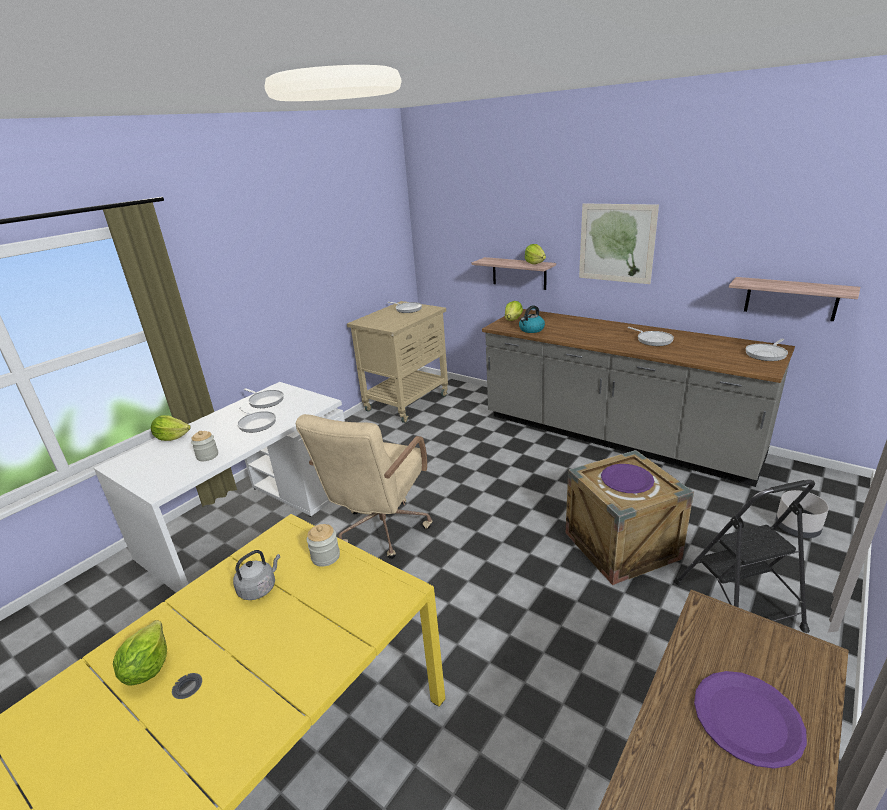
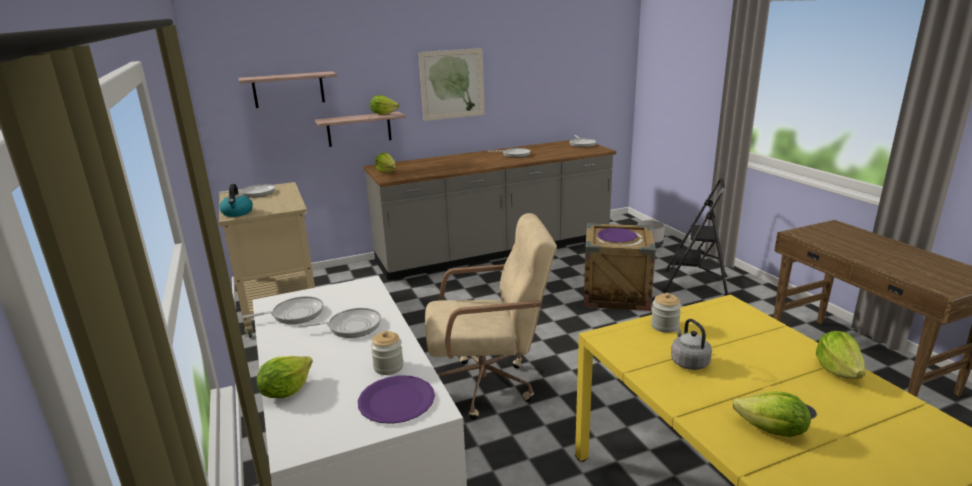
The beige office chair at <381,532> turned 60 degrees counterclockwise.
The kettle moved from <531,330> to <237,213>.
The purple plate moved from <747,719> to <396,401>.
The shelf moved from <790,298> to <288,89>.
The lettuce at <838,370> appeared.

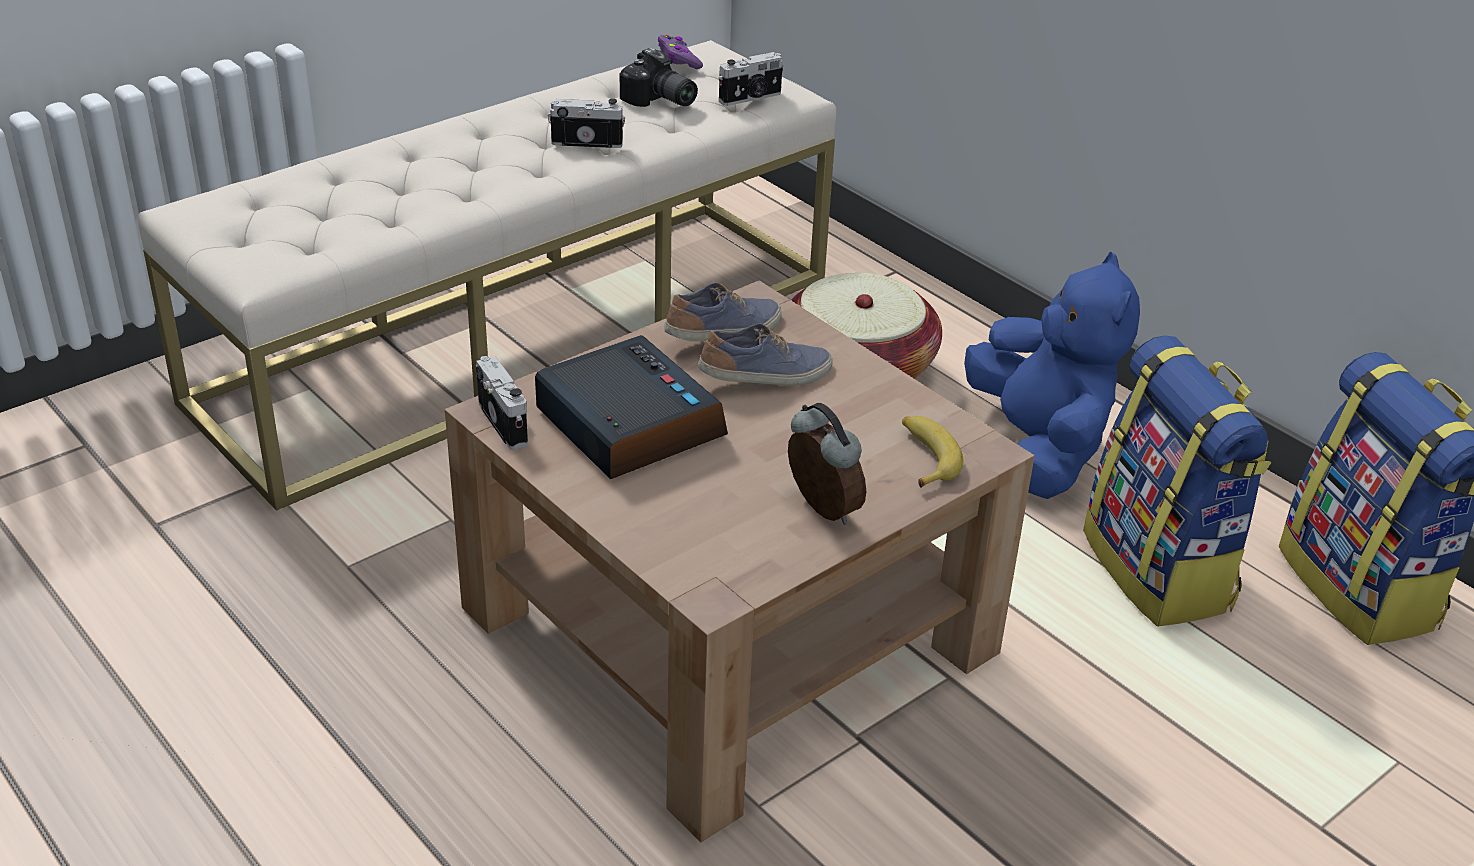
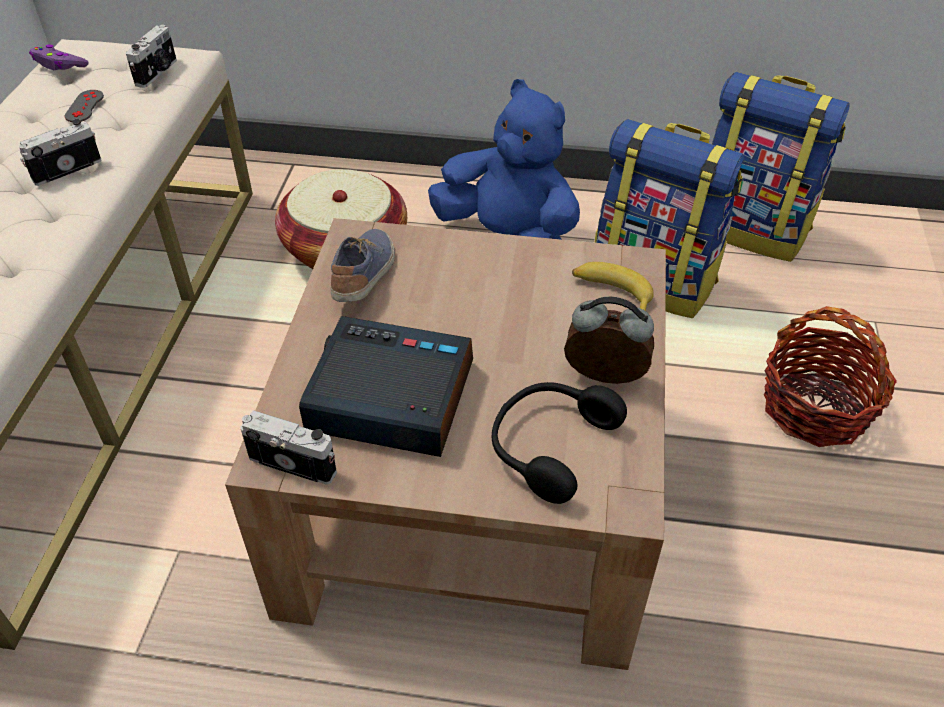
The photo camera at <659,101> was replaced by the grey game controller at <84,106>.
The shoe at <766,378> disappeared.
The black headphones at <549,445> appeared.
The basket at <815,408> appeared.

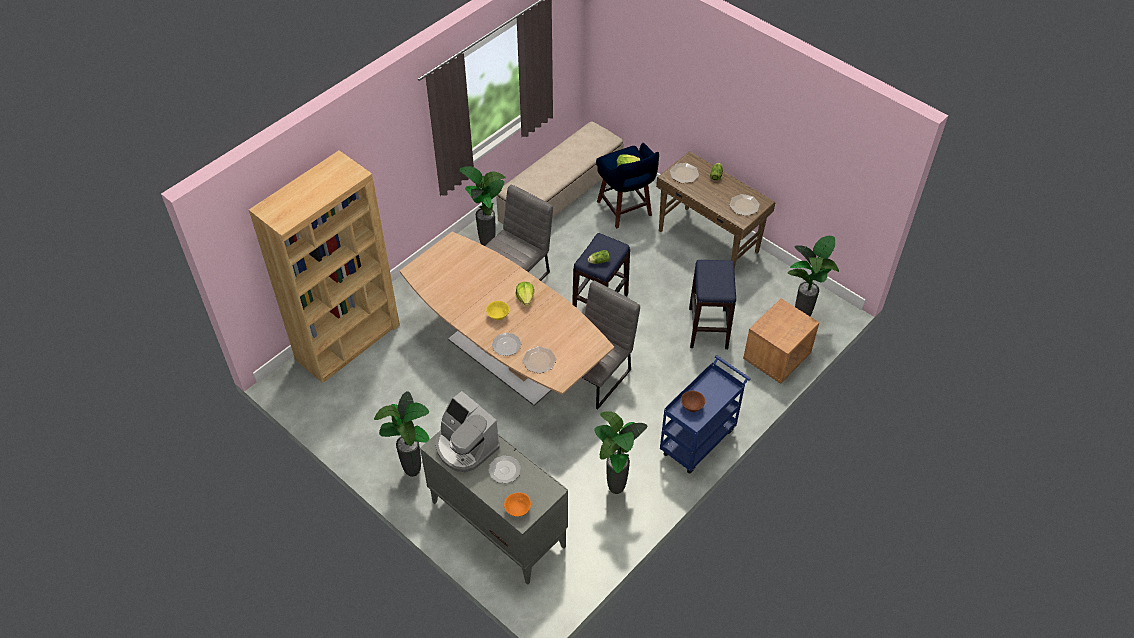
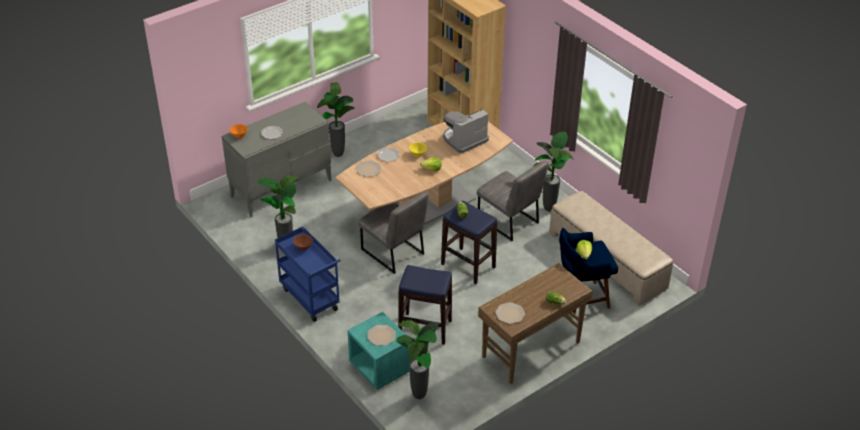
The coffee machine moved from <465,446> to <464,140>.
The plate moved from <684,173> to <381,336>.
The brown nightstand at <776,358> became the turquoise nightstand at <379,367>.

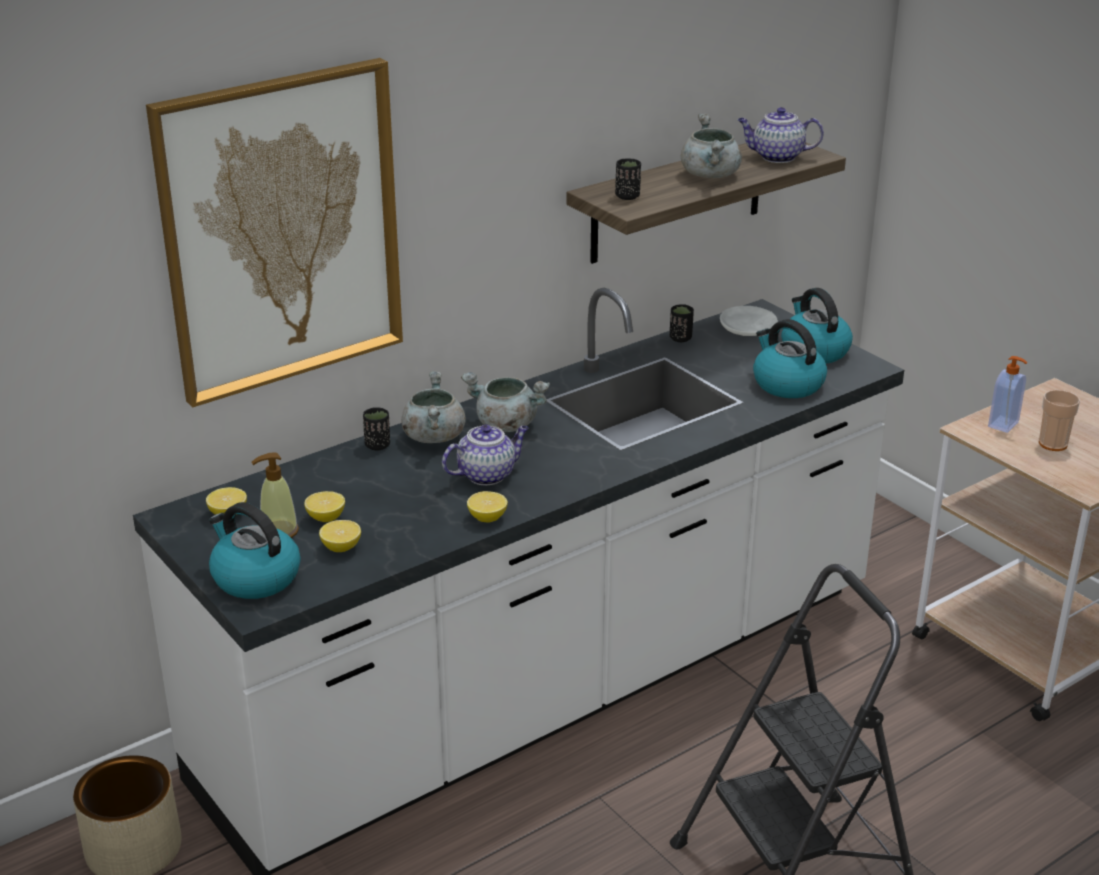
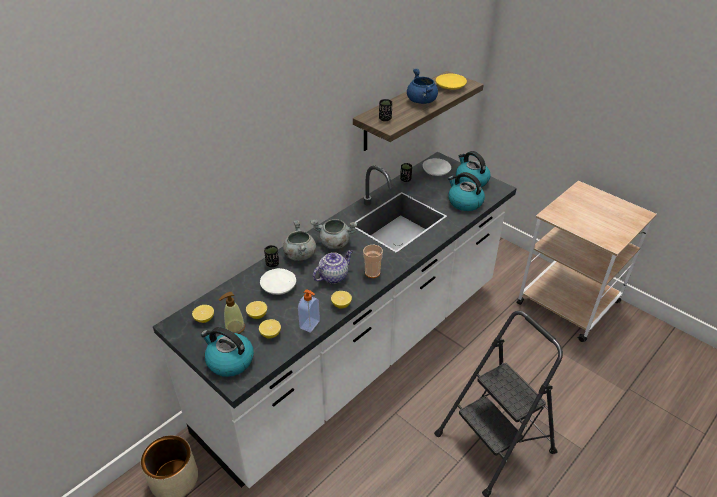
The picture at <282,231> disappeared.
The grey cooking pot at <711,175> became the blue cooking pot at <422,101>.
The teapot at <776,157> was replaced by the yellow plate at <450,86>.
The soap dispenser moved from <1004,425> to <310,325>.
The cup moved from <1053,444> to <372,273>.
The white plate at <279,286> appeared.

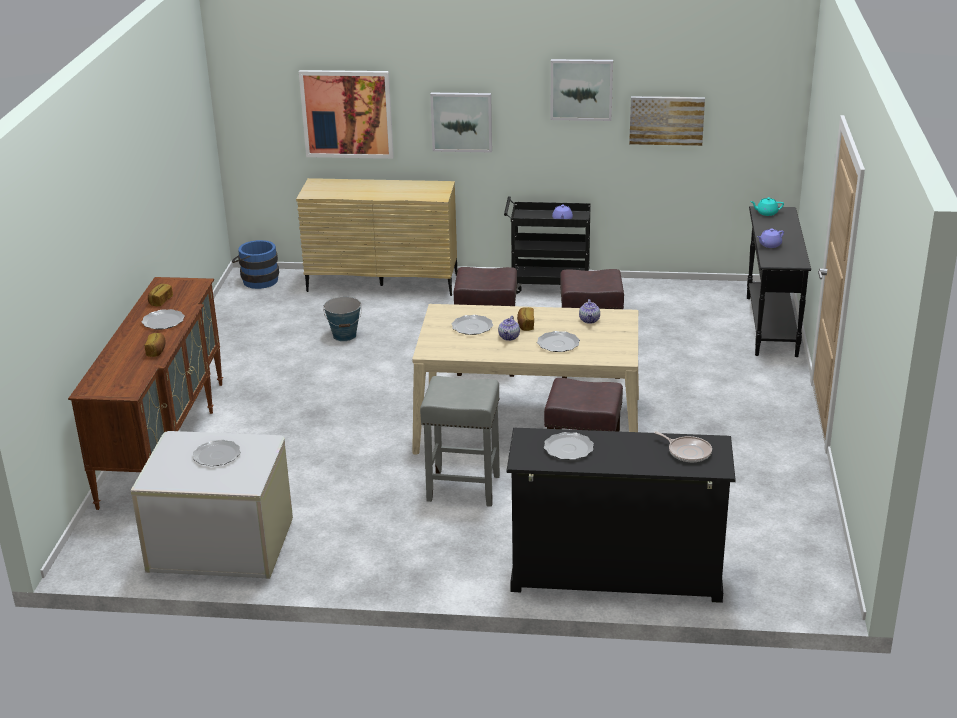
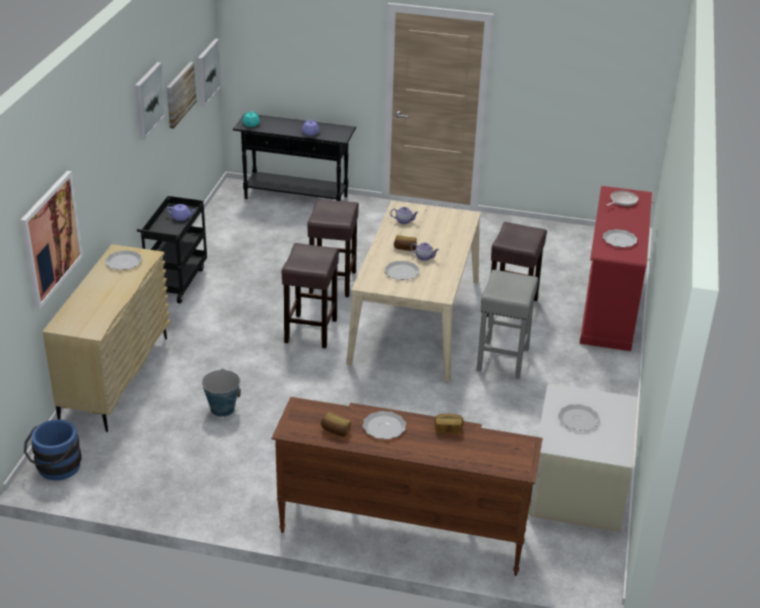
The picture moved from <461,121> to <208,72>.
The black cabinet at <615,574> became the red cabinet at <609,307>.
The plate moved from <558,343> to <123,262>.

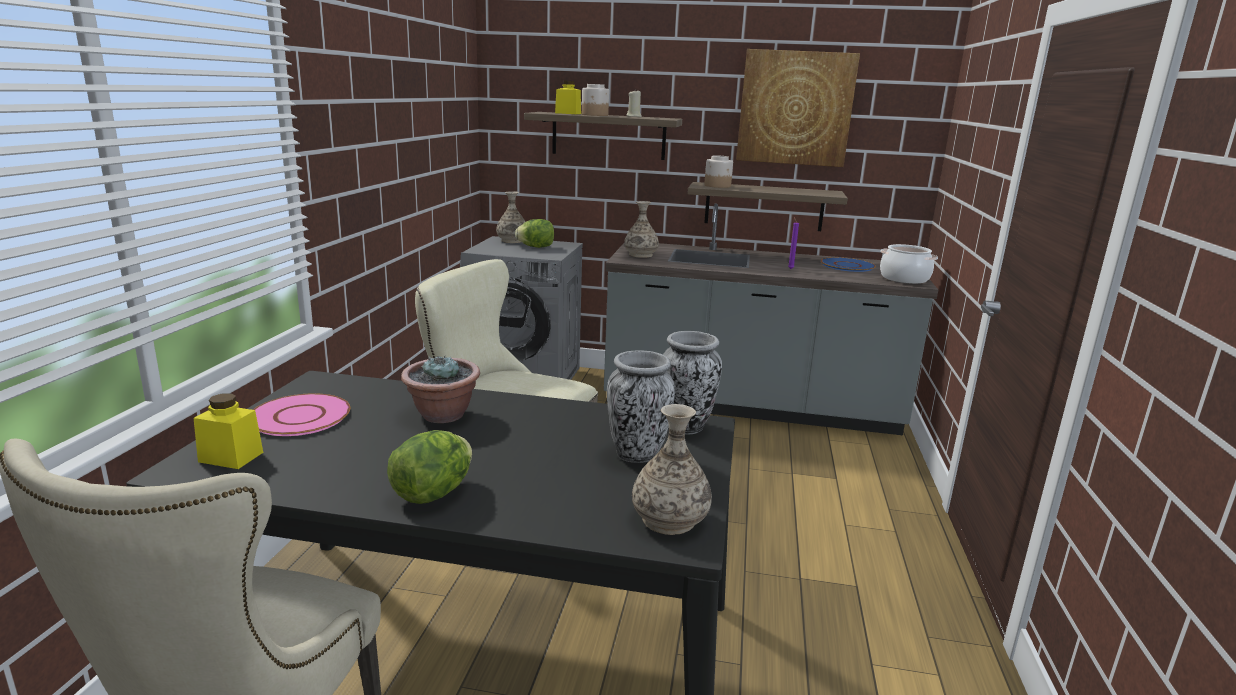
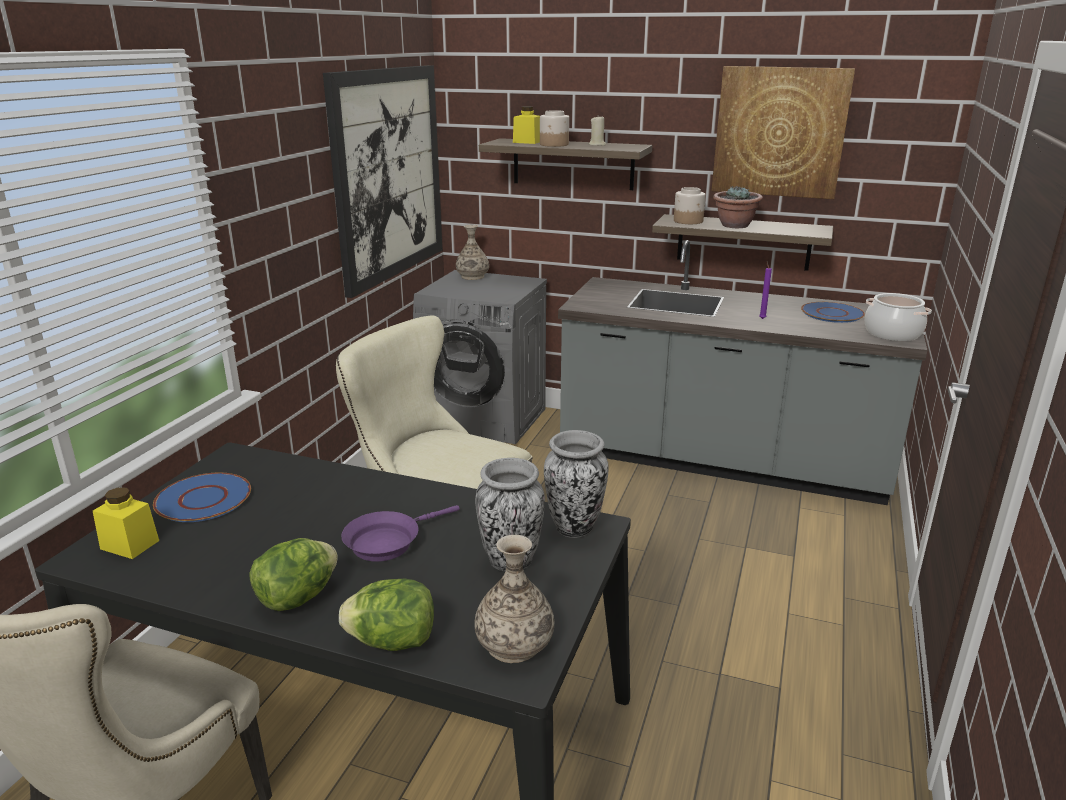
The pink plate at <300,416> became the blue plate at <204,499>.
The potted plant moved from <442,415> to <735,225>.
The lettuce moved from <536,247> to <392,641>.
The vase at <640,255> disappeared.
The picture at <388,175> appeared.
The purple frying pan at <387,542> appeared.

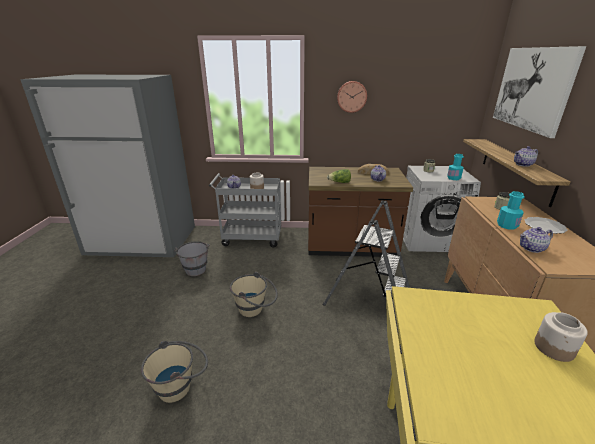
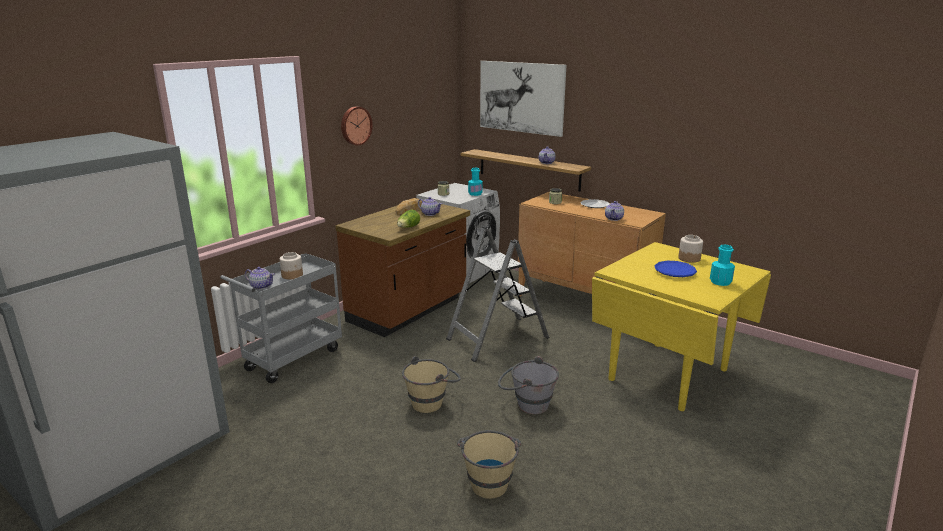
The grey bucket moved from <195,268> to <526,404>.
The turquoise bottle moved from <507,225> to <720,282>.
The blue plate at <674,272> appeared.

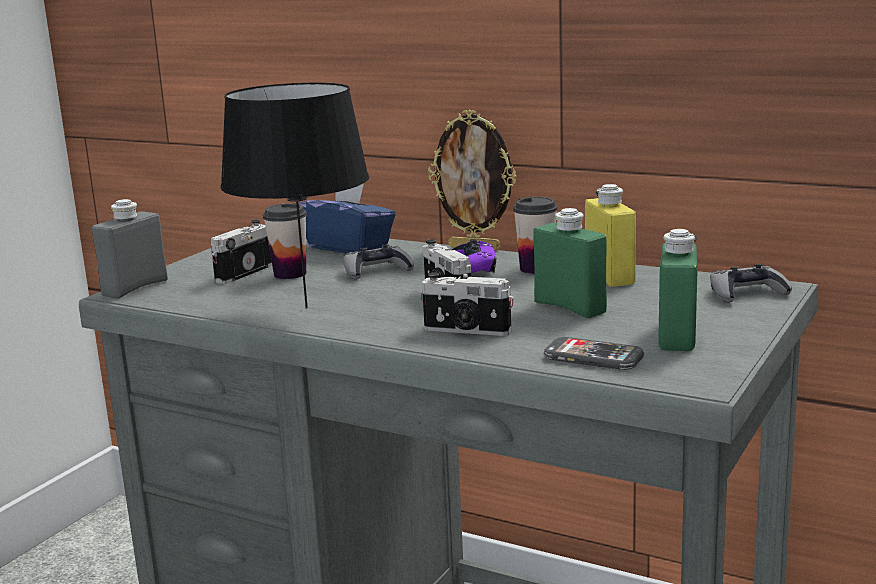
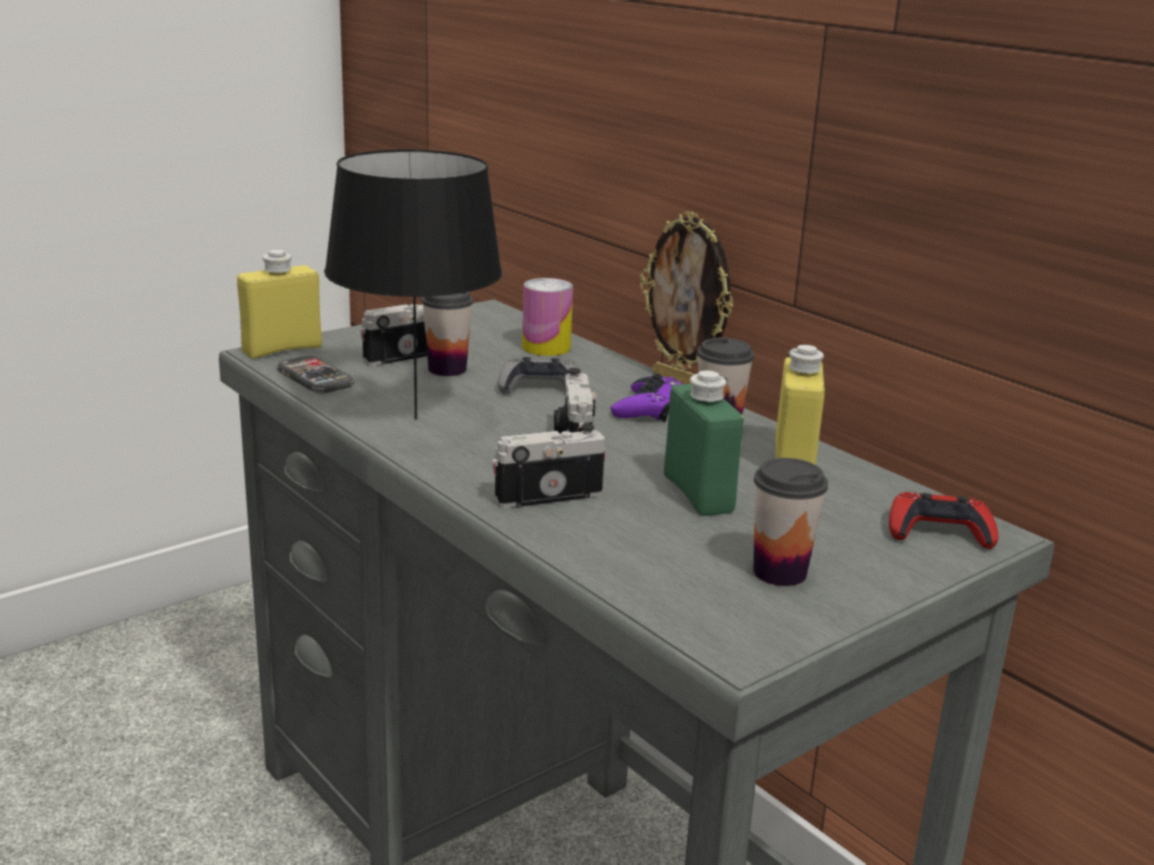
The grey bottle at <135,288> became the yellow bottle at <282,349>.
The blue tissue box at <349,246> was replaced by the can at <546,347>.
The photo camera at <466,331> turned 120 degrees clockwise.
The phone moved from <593,357> to <315,378>.
The green bottle at <676,336> was replaced by the cup at <779,572>.
The grey game controller at <747,293> became the red game controller at <939,532>.

